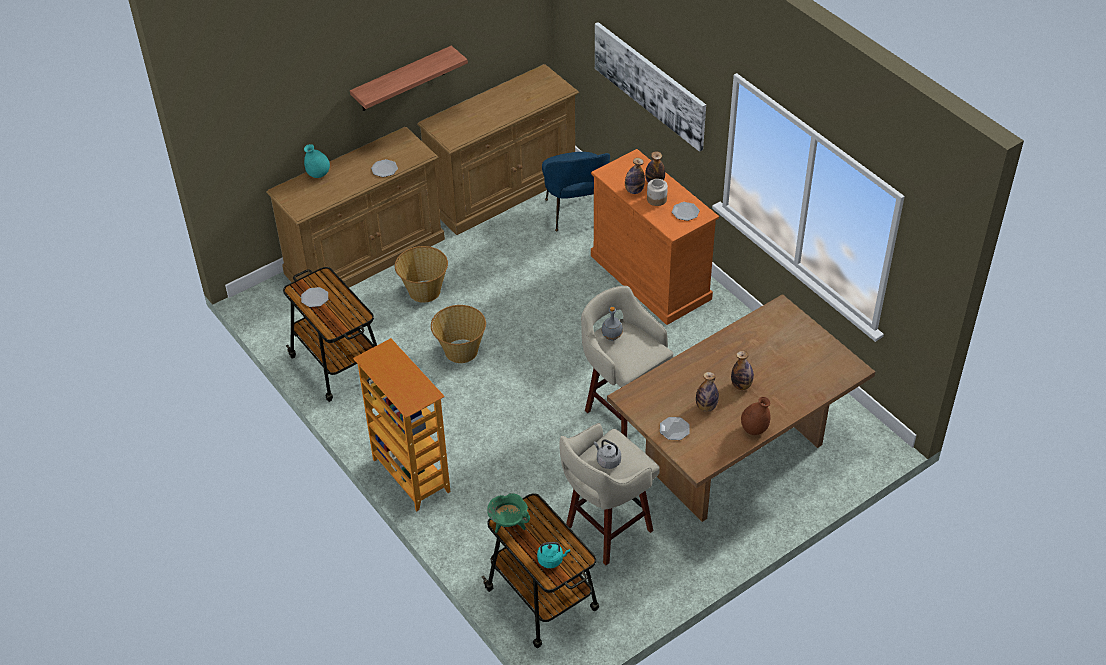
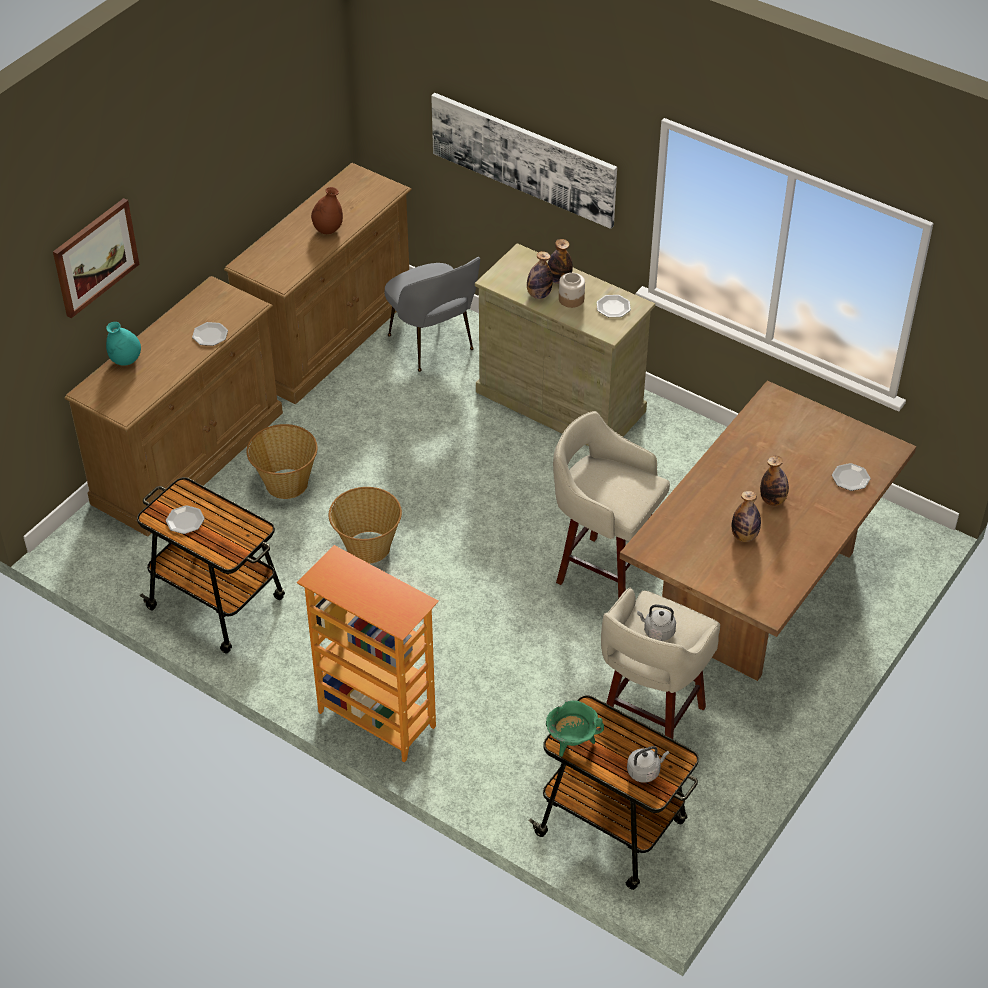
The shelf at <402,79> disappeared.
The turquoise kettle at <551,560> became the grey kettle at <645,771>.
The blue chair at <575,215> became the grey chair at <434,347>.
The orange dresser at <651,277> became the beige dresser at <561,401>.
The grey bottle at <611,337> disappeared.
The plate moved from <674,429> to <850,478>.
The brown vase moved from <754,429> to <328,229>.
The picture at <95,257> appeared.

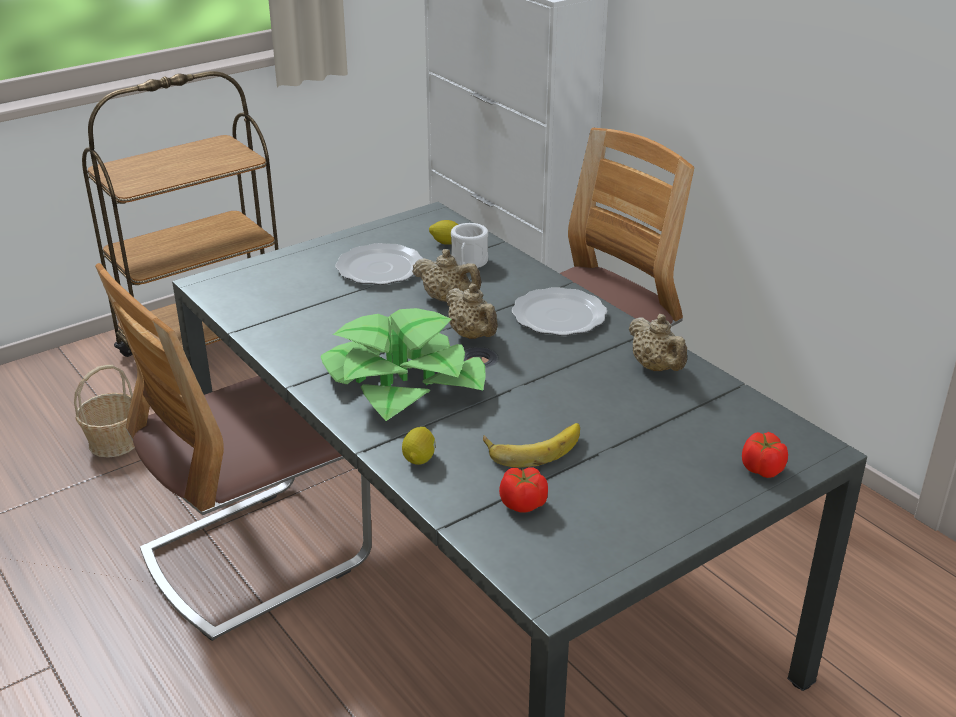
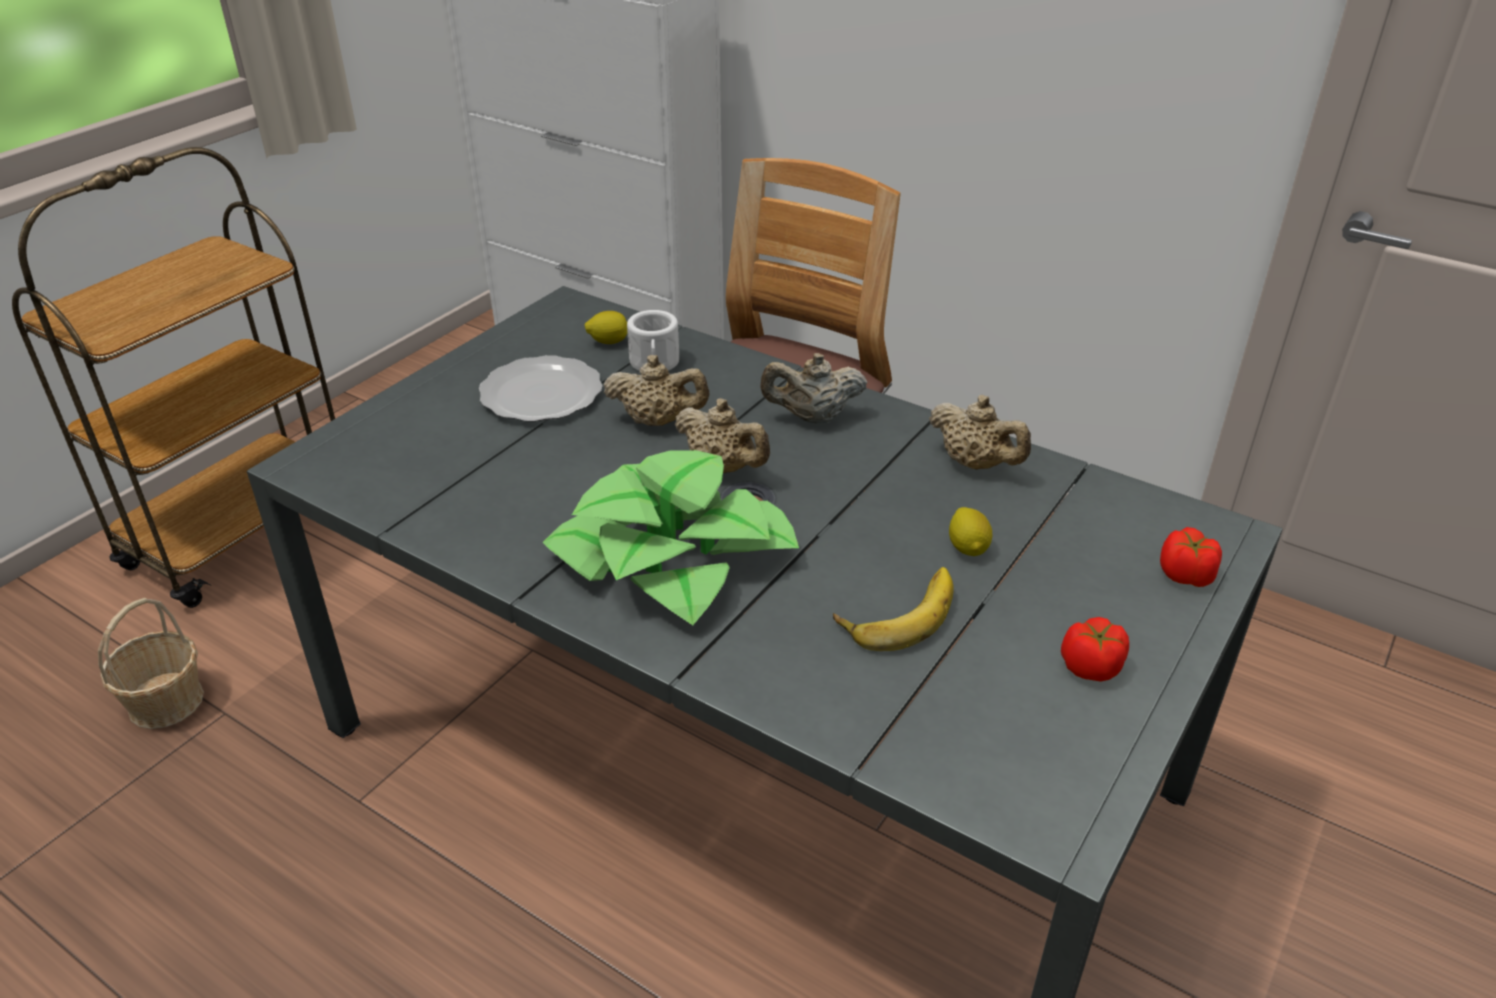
The chair at <256,557> disappeared.
The lemon moved from <419,458> to <968,547>.
The tomato moved from <523,504> to <1091,667>.
The plate at <557,316> was replaced by the beige teapot at <812,417>.

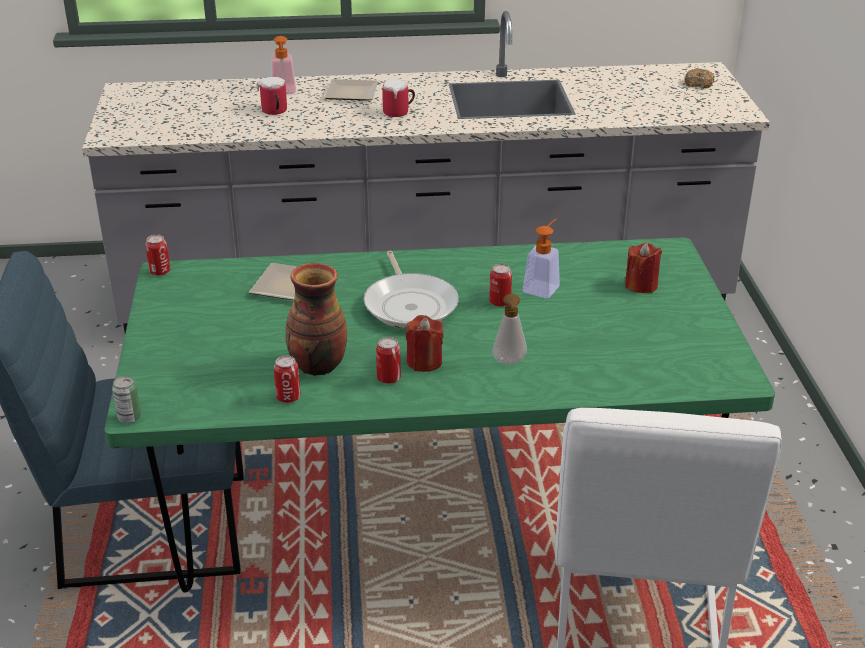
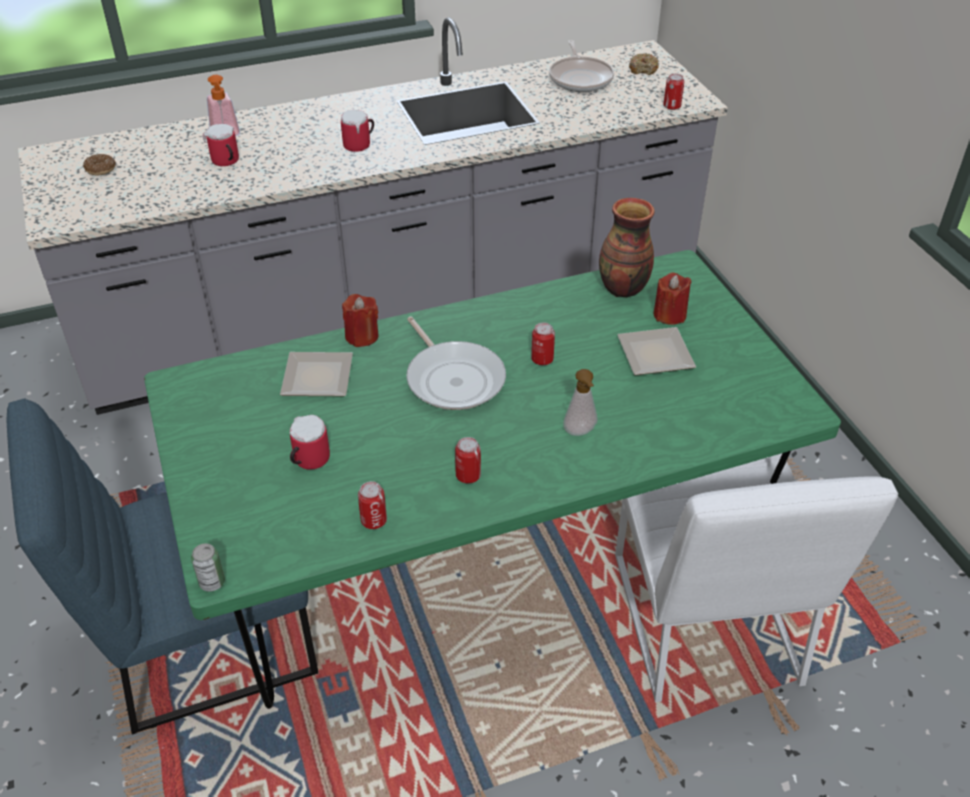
The can moved from <160,272> to <672,106>.
The vase moved from <317,366> to <622,288>.
The plate moved from <353,94> to <658,356>.
The red candle moved from <424,362> to <362,336>.
The soap dispenser at <543,286> disappeared.
The donut at <100,169> appeared.
The mug at <307,460> appeared.
The frying pan at <580,78> appeared.

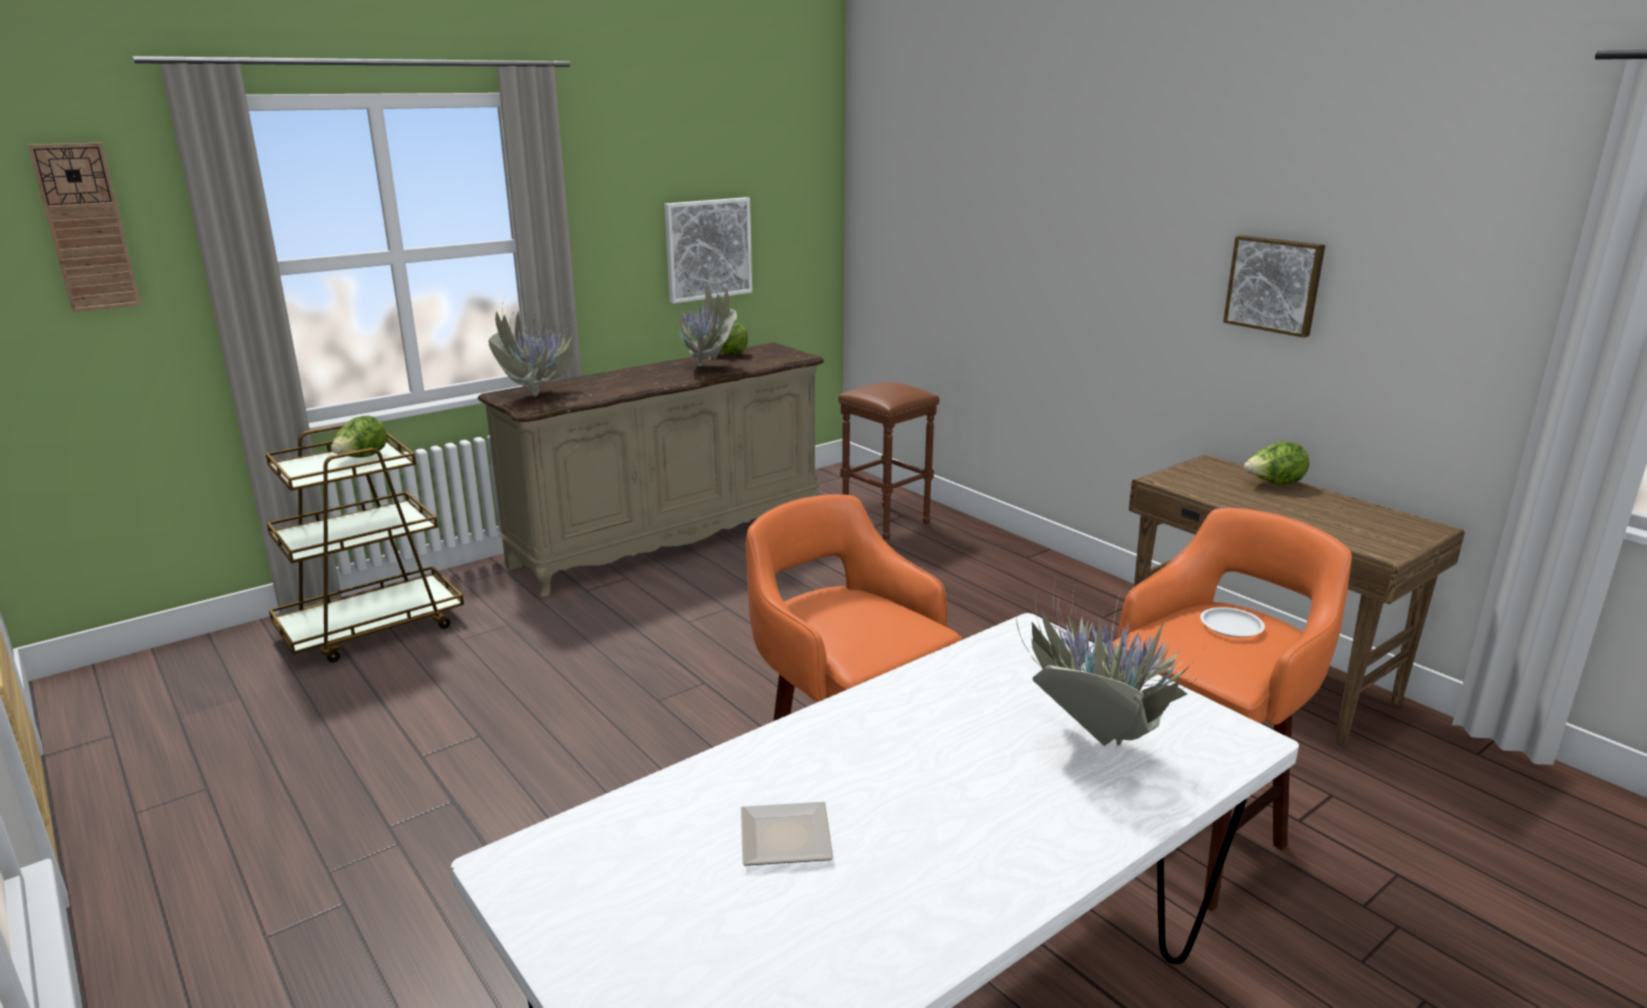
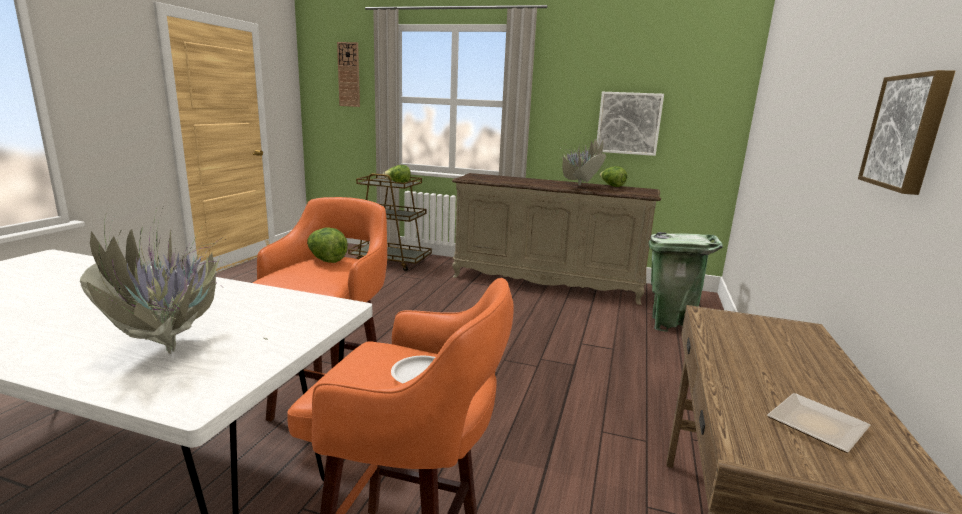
The potted plant at <538,394> disappeared.
The plate moved from <782,836> to <814,423>.
The brown stool at <887,522> was replaced by the green trash can at <672,324>.
The lettuce moved from <1273,484> to <326,260>.

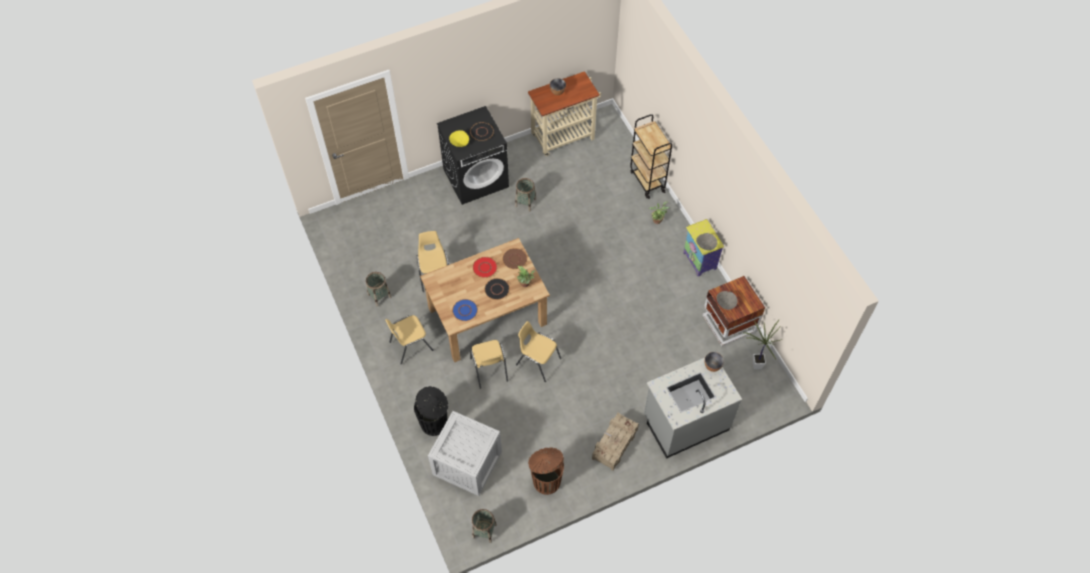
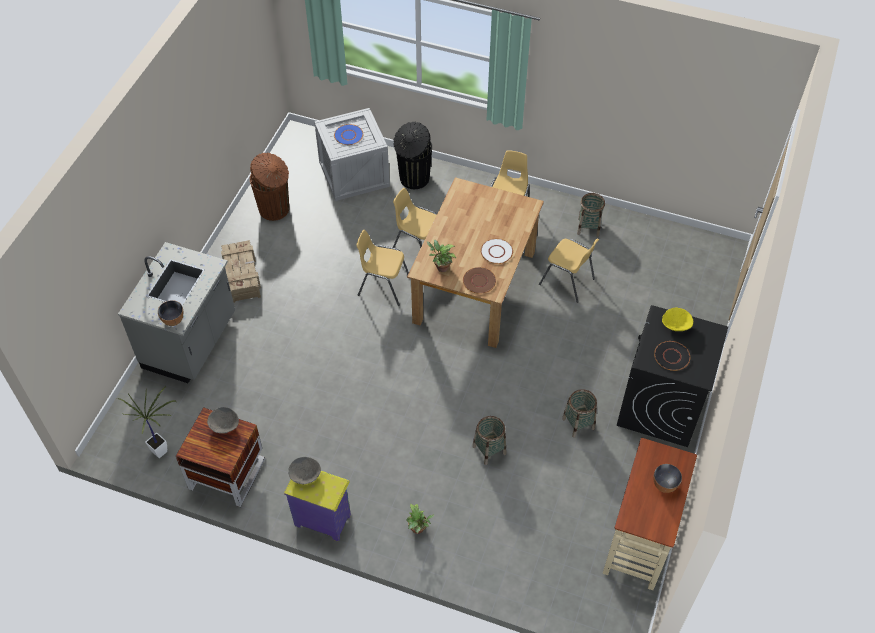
The blue plate moved from <465,310> to <348,135>.
The basket moved from <484,530> to <489,450>.
The red plate at <485,268> became the white plate at <496,251>.
The black plate at <496,289> disappeared.
The yellow chair at <538,361> turned 150 degrees counterclockwise.
The brown cart at <647,182> disappeared.

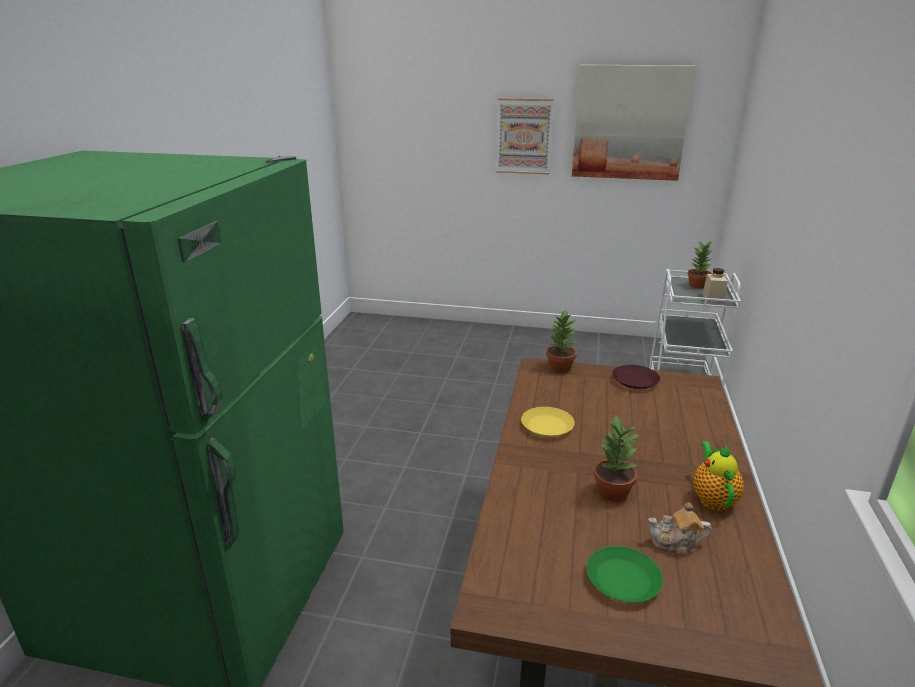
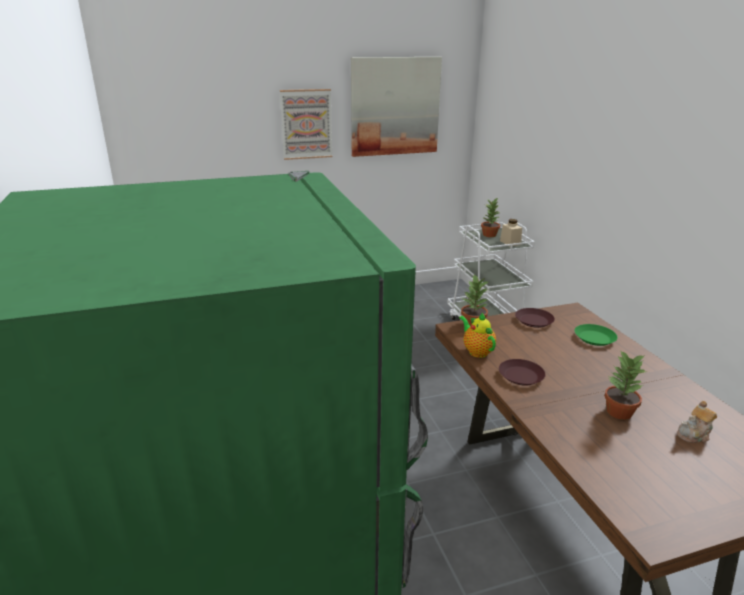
The yellow plate at <547,426> became the brown plate at <521,376>.
The green plate moved from <623,580> to <595,338>.
The teapot moved from <712,498> to <476,351>.

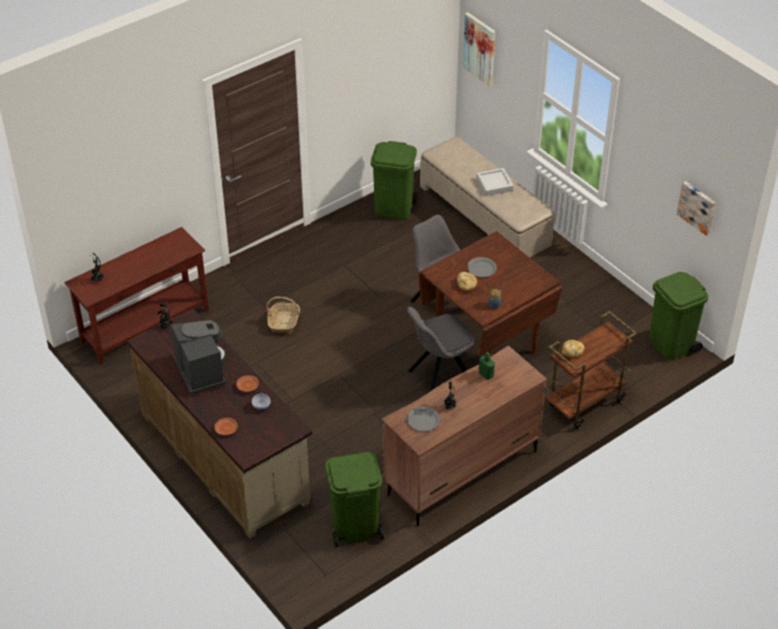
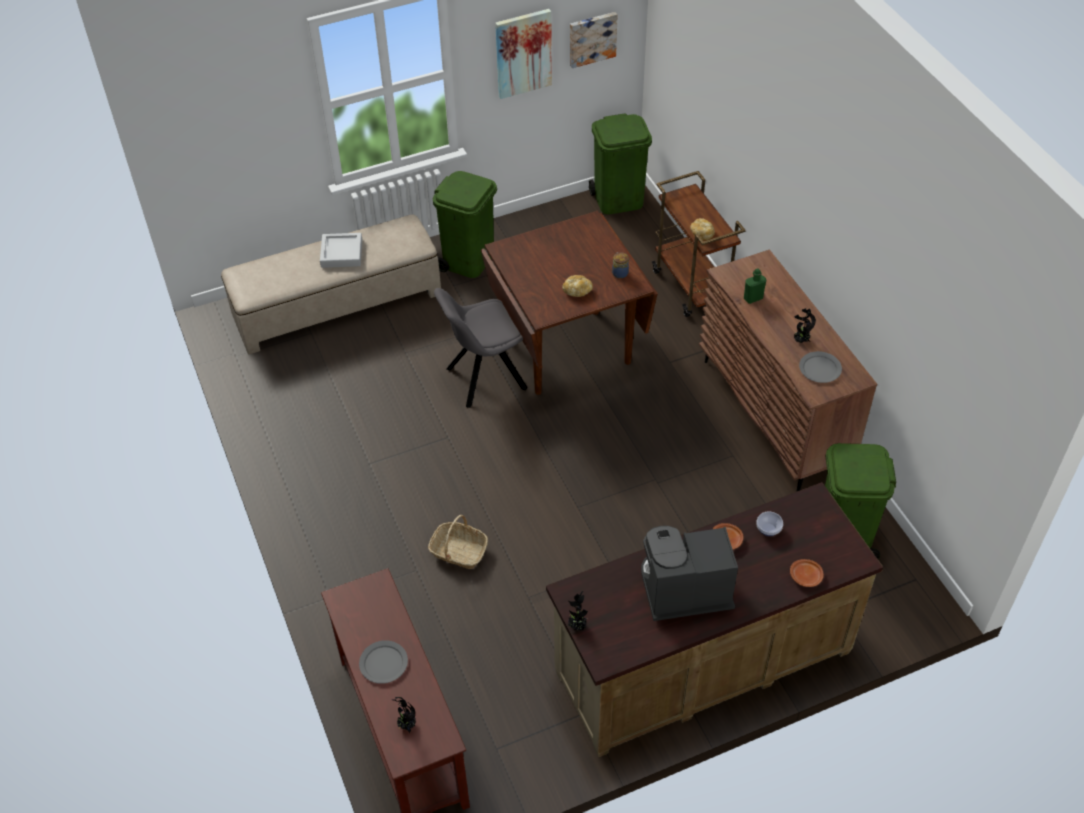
The green trash can moved from <394,208> to <468,260>.
The grey chair at <440,377> disappeared.
The picture moved from <480,48> to <523,53>.
The grey plate moved from <481,268> to <383,663>.

